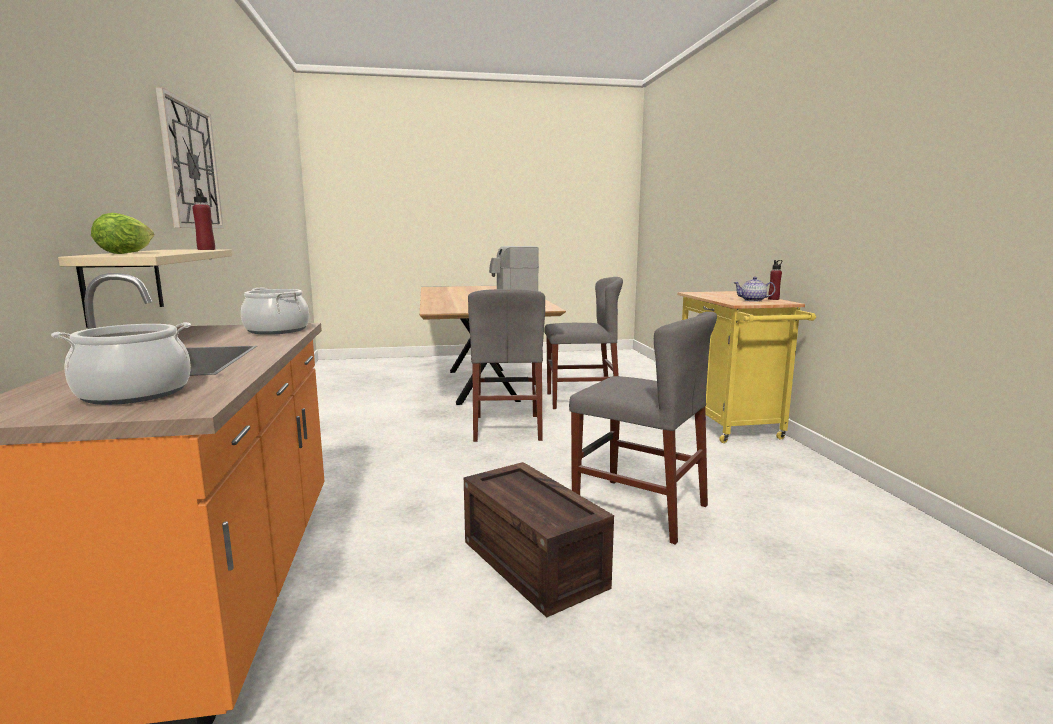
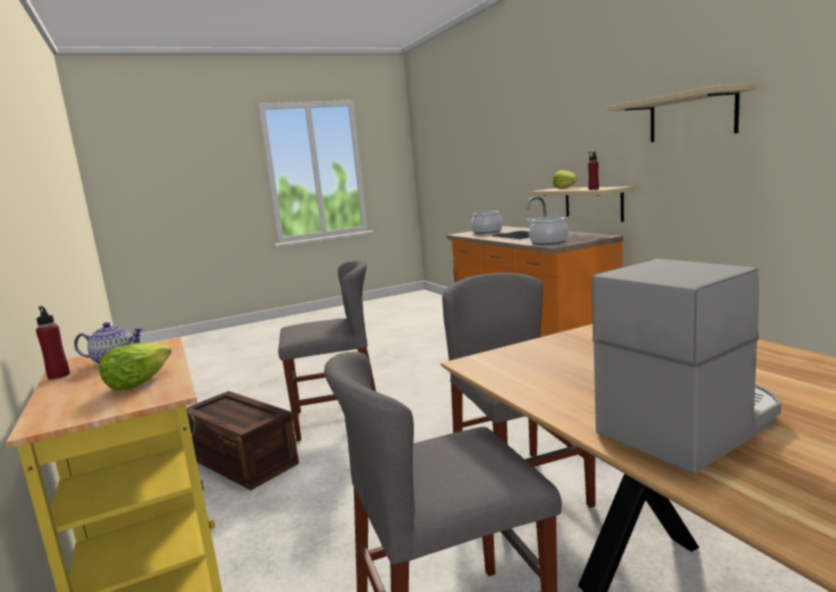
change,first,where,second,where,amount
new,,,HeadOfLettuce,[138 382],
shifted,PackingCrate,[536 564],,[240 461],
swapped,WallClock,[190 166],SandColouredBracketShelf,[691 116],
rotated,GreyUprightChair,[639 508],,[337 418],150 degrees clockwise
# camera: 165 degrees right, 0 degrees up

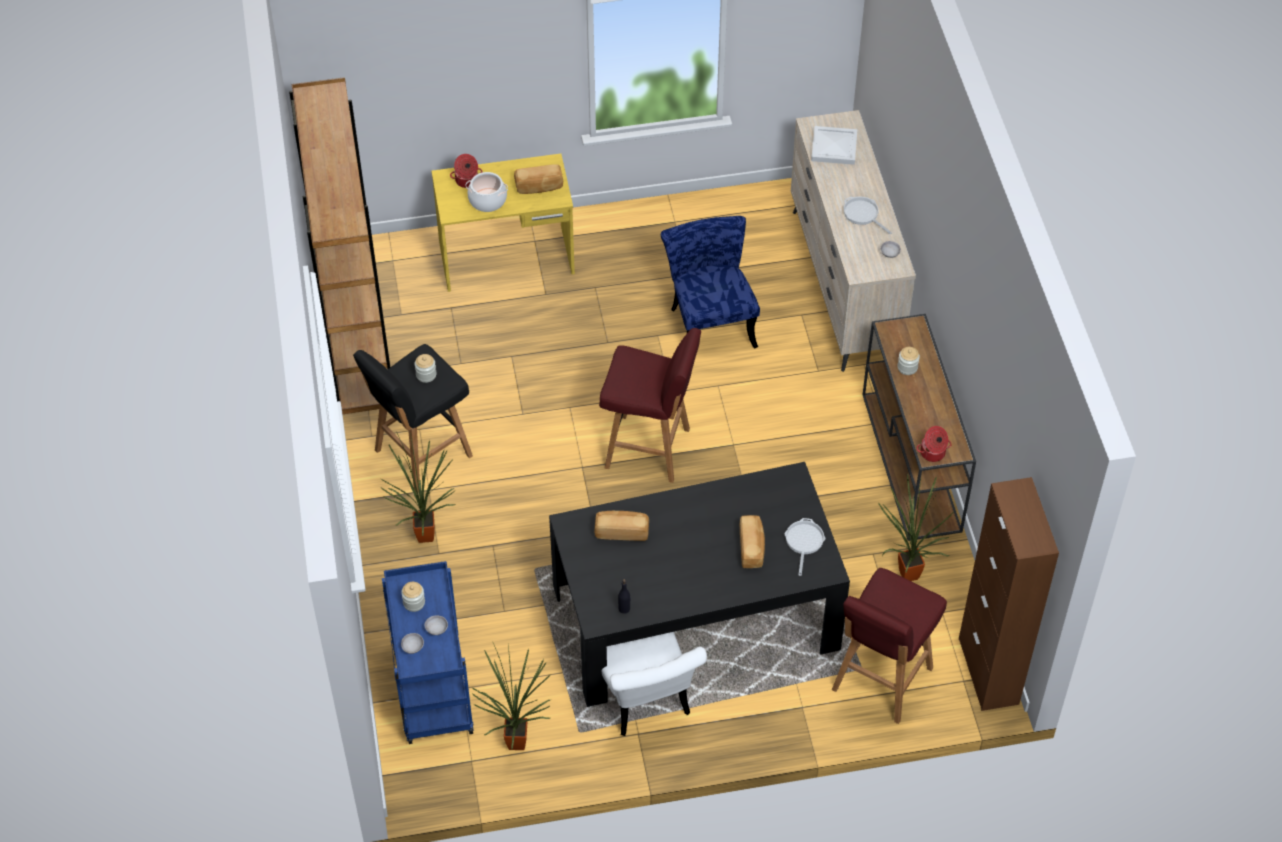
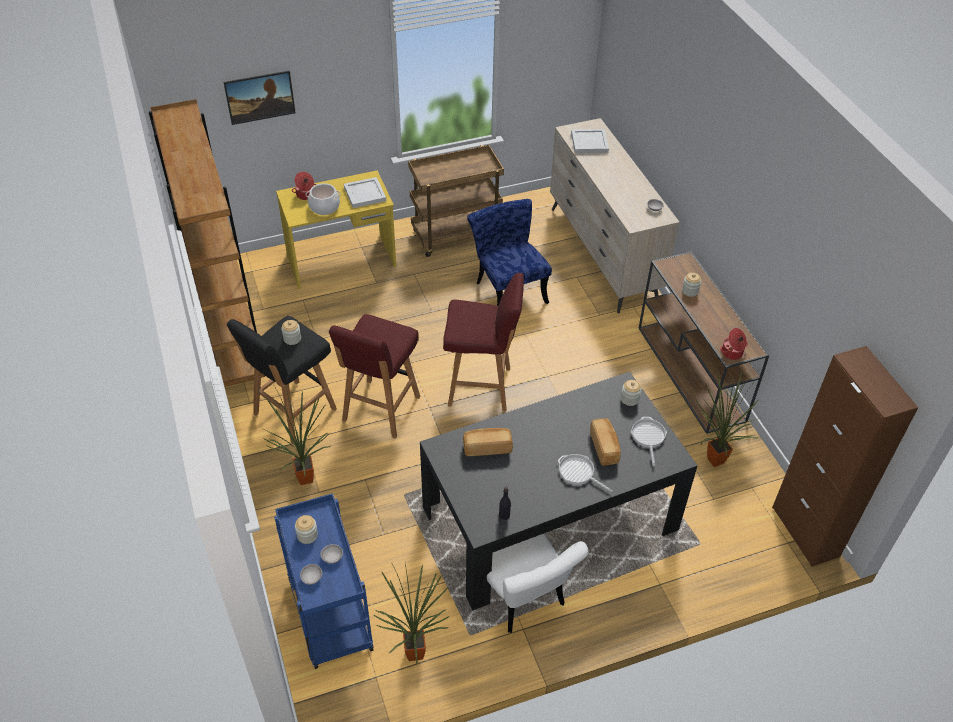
change,first,where,second,where,amount
new,,,Picture,[261 107],
new,,,BrownishTrolley,[456 234],
new,,,PreserveJar,[629 399],
shifted,ReddishStool,[880 680],,[380 410],
shifted,Skillet,[862 214],,[578 473],
swapped,BakeryBread,[539 187],WhitishCarryingTray,[364 194],
# camera: 10 degrees left, 5 degrees down

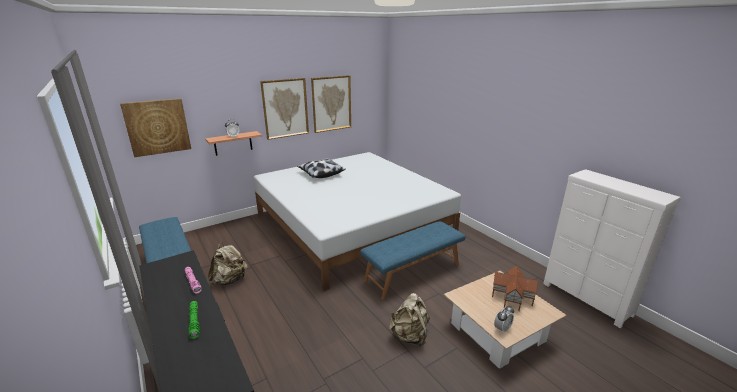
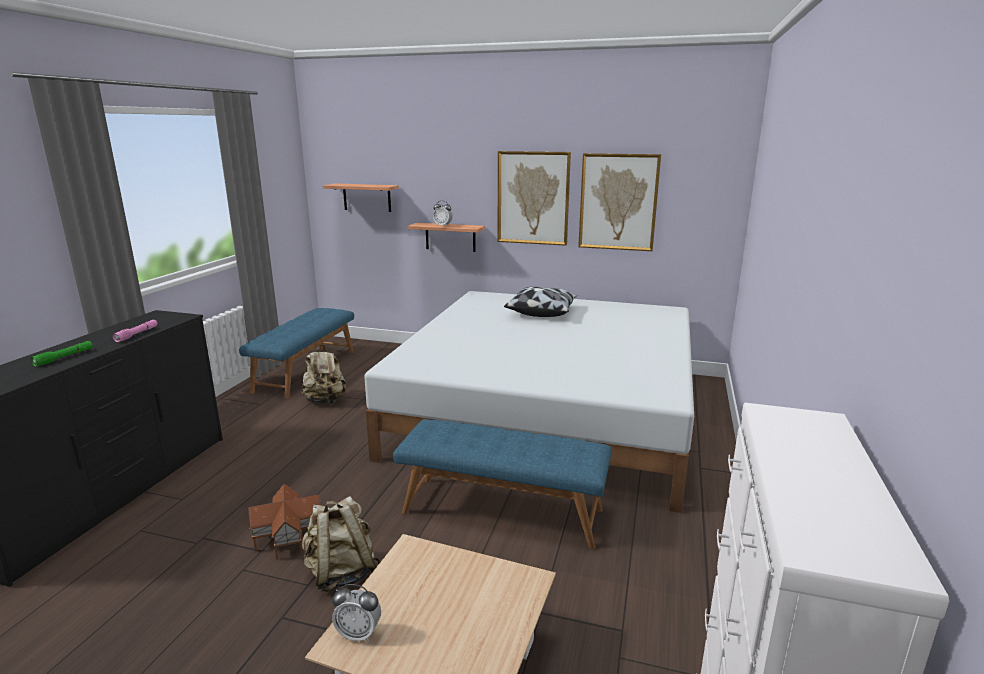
change,first,where,second,where,amount
shifted,MiniatureHouse,[512 297],,[290 537],
swapped,Picture,[157 127],BracketShelf,[367 197],
# camera: 50 degrees right, 5 degrees down

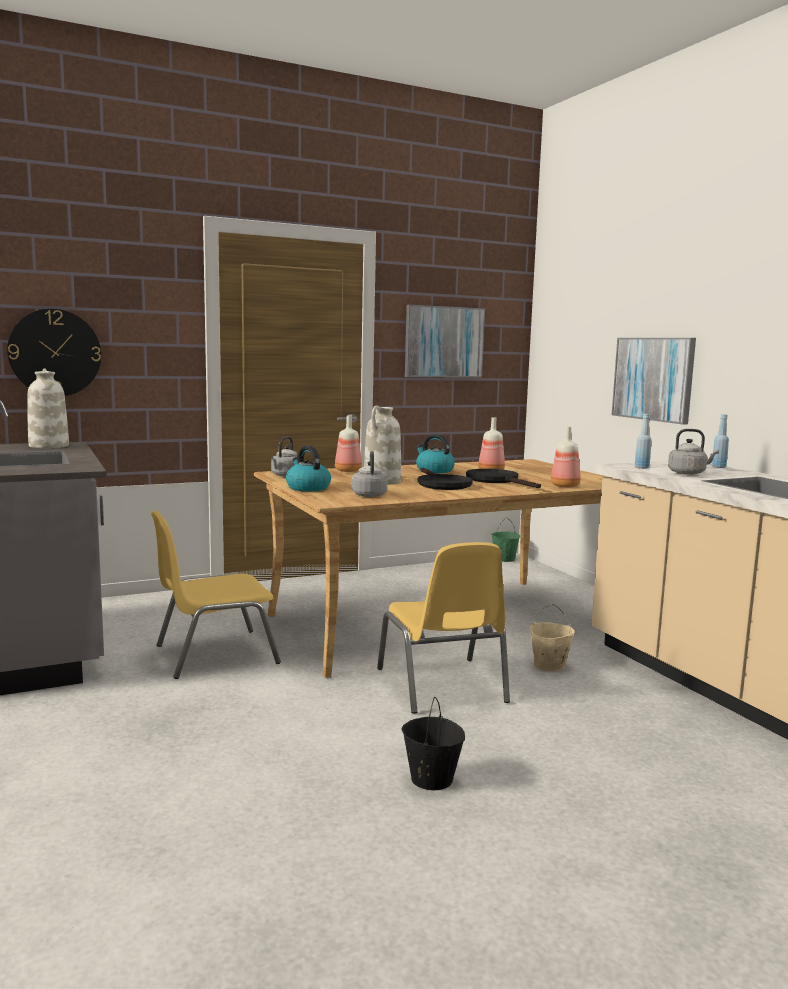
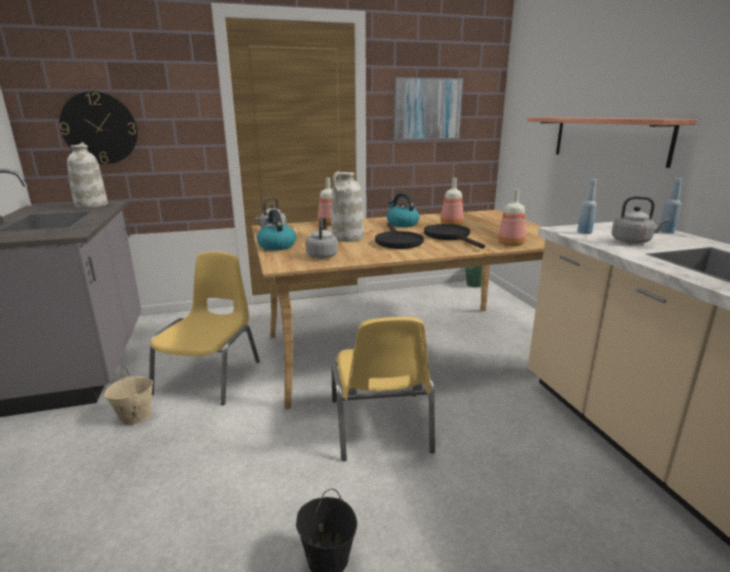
change,first,where,second,where,amount
shifted,SandColouredWaterBucket,[549 666],,[135 416],
swapped,Picture,[653 379],BracketShelf,[608 139],
rotated,YellowUprightChair,[214 654],,[210 376],120 degrees clockwise
# camera: 10 degrees right, 10 degrees up

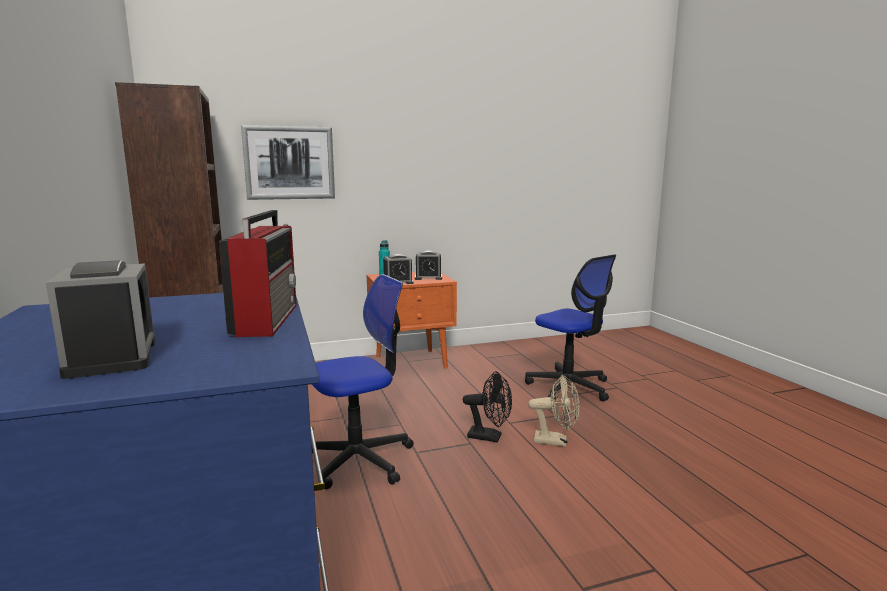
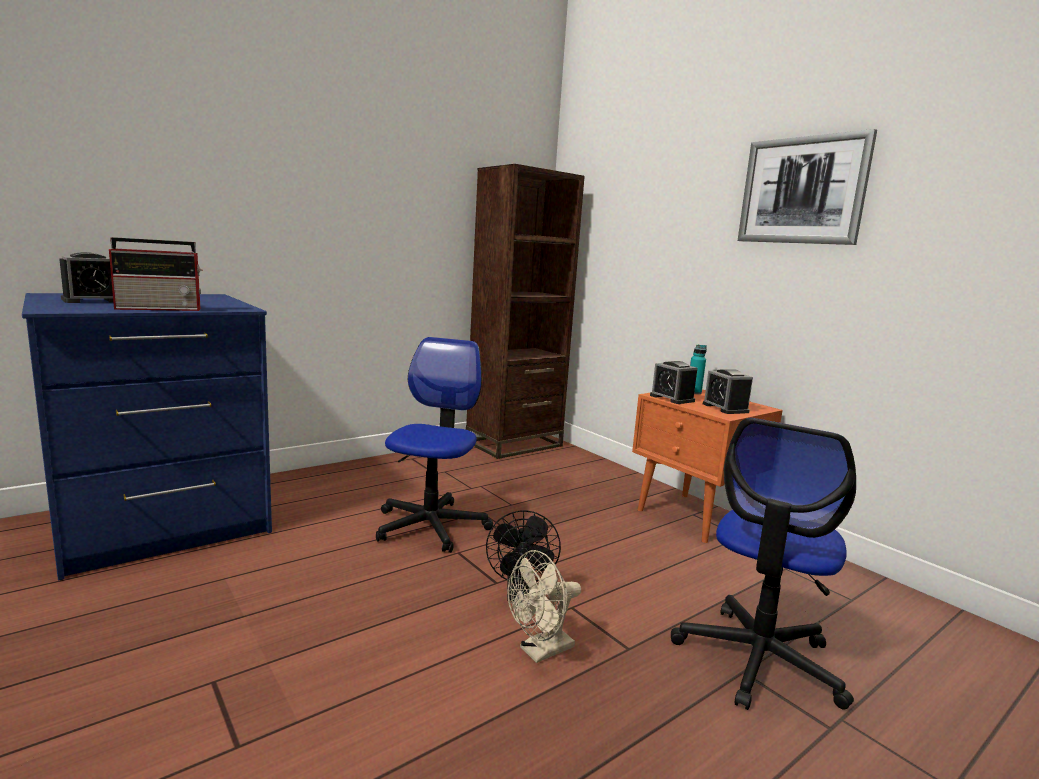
change,first,where,second,where,amount
shifted,Picture,[289 163],,[802 191],
rotated,ComputerChair,[359 459],,[431 526],120 degrees counterclockwise
rotated,SandColouredCoolingFan,[556 441],,[540 651],60 degrees clockwise
# camera: 70 degrees right, 0 degrees up

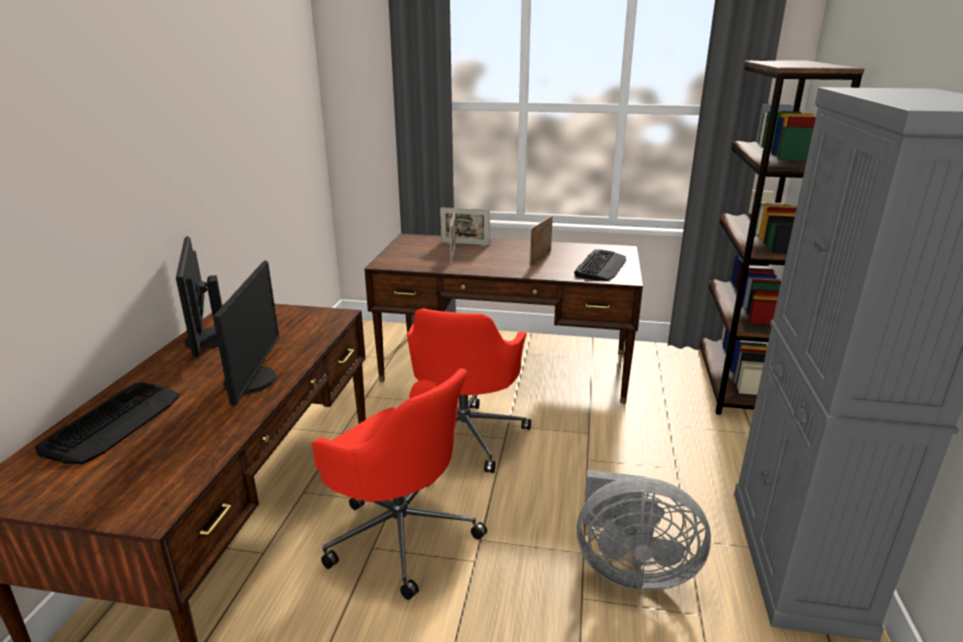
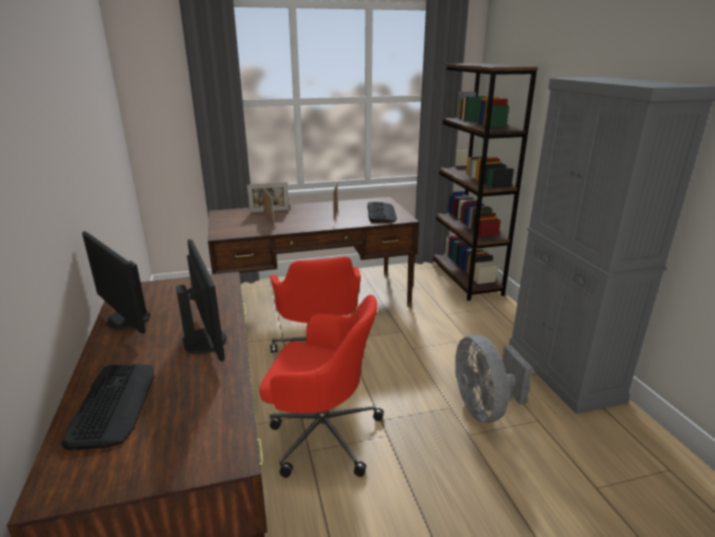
change,first,where,second,where,amount
rotated,GreyCoolingFan,[630 569],,[484 408],90 degrees clockwise
# camera: 25 degrees left, 0 degrees up

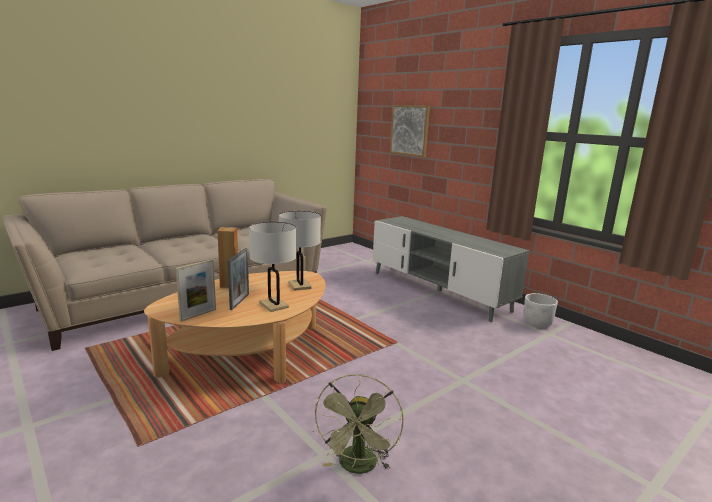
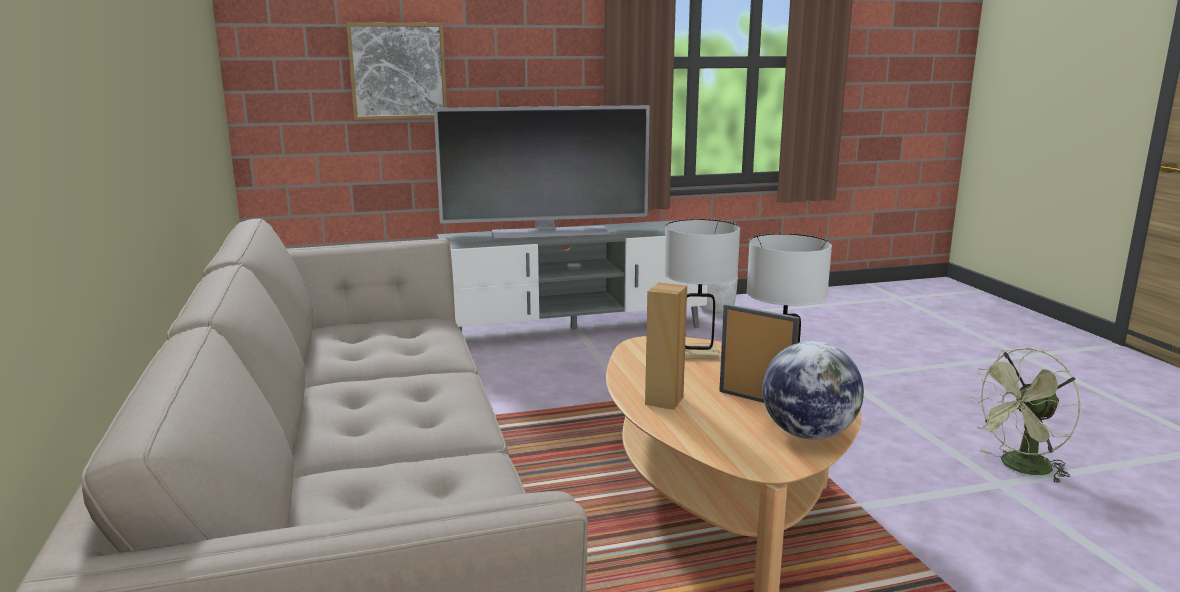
change,first,where,second,where,amount
new,,,Tv,[549 232],
swapped,PictureFrame,[198 315],DeskGlobe,[808 434],
rotated,GreenishCoolingFan,[358 467],,[1020 468],120 degrees clockwise
# camera: 65 degrees left, 0 degrees up

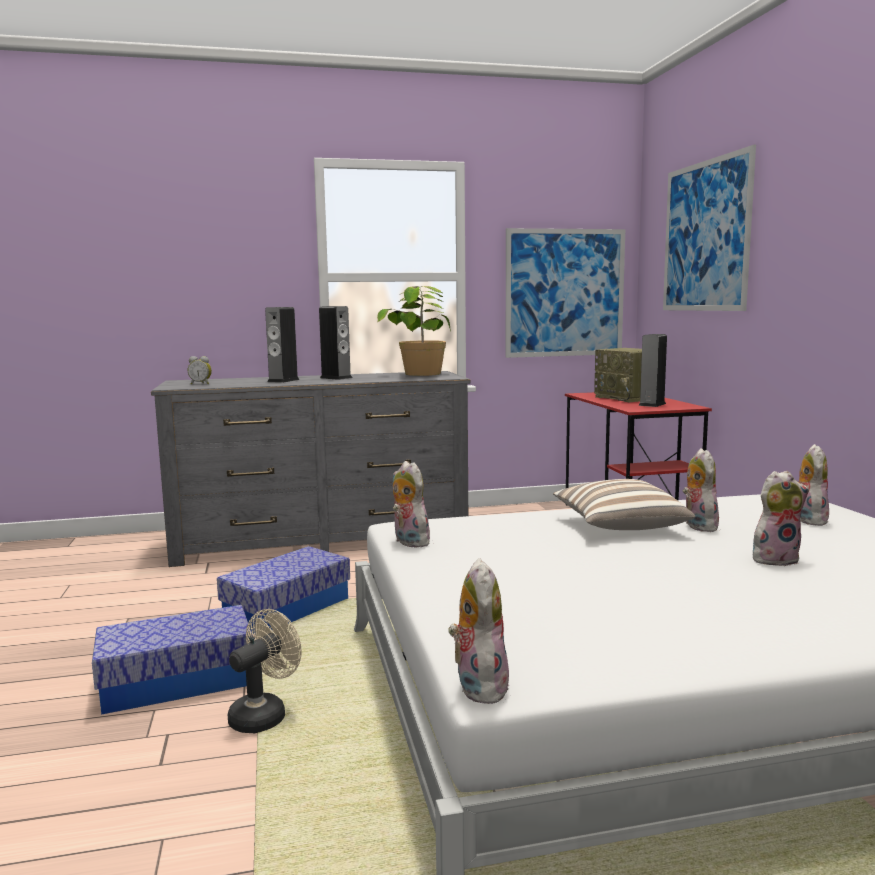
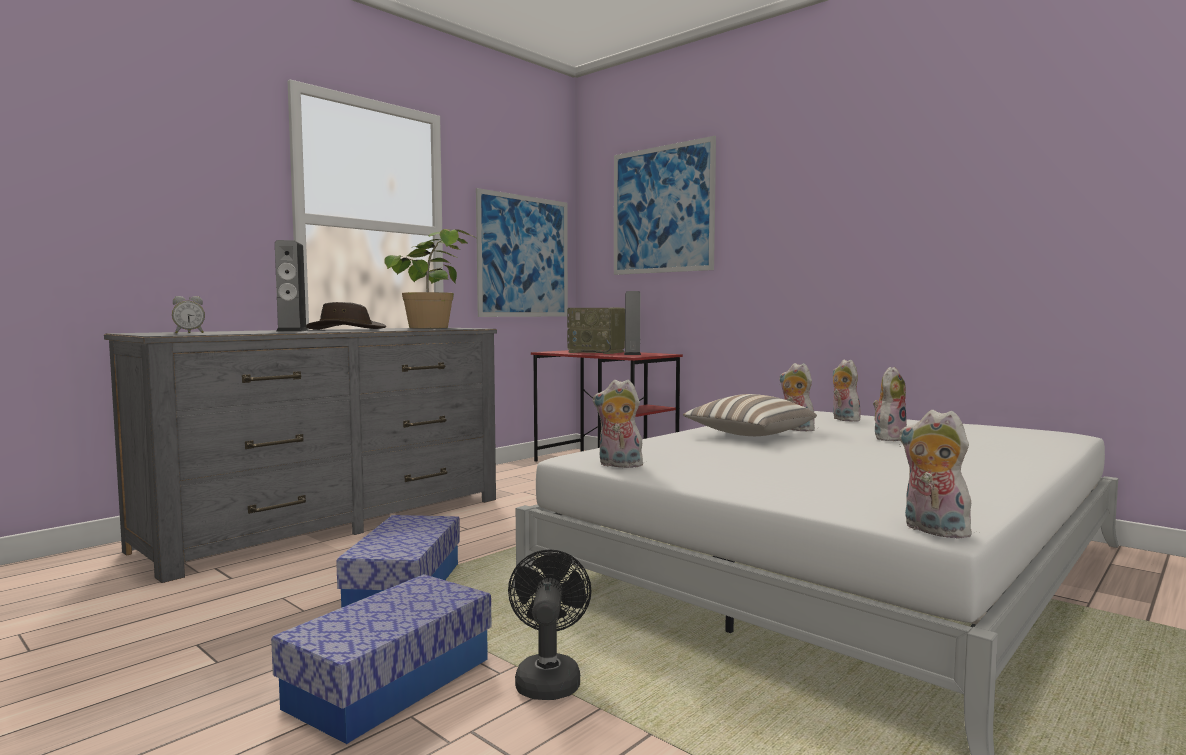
change,first,where,second,where,amount
swapped,Loudspeaker,[336 378],BrownishHat,[346 329],
repainted,SandColouredCoolingFan,[264 714],BlackCoolingFan,[548 678],
# camera: 35 degrees left, 5 degrees down

